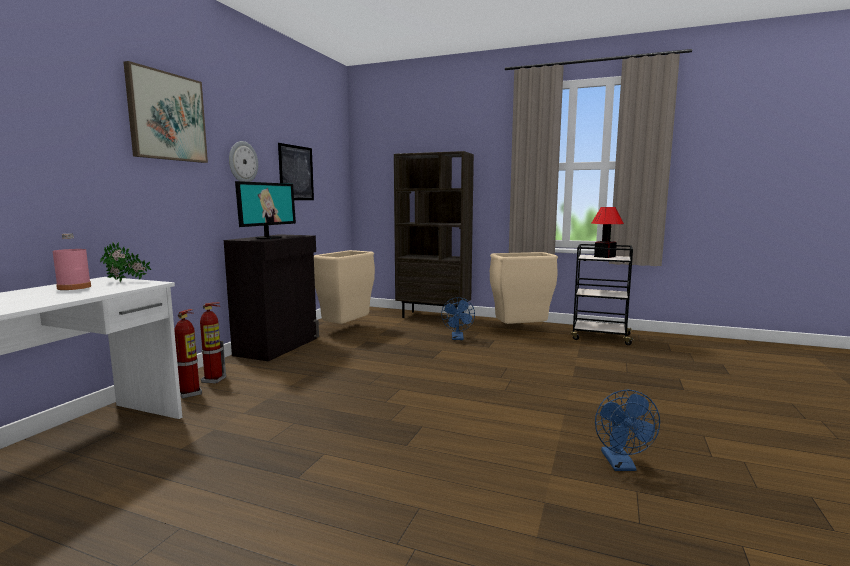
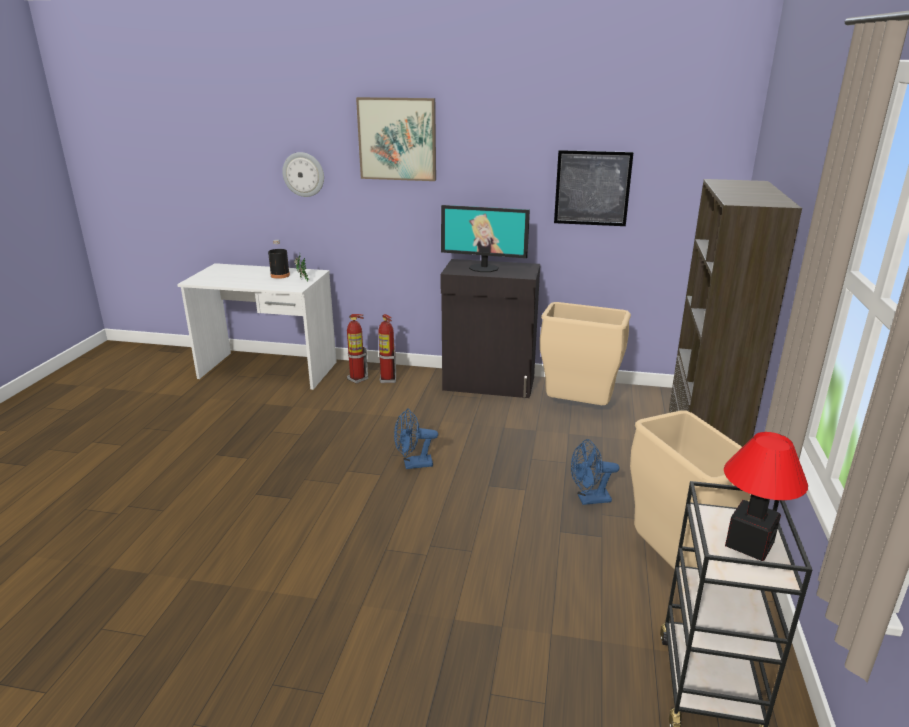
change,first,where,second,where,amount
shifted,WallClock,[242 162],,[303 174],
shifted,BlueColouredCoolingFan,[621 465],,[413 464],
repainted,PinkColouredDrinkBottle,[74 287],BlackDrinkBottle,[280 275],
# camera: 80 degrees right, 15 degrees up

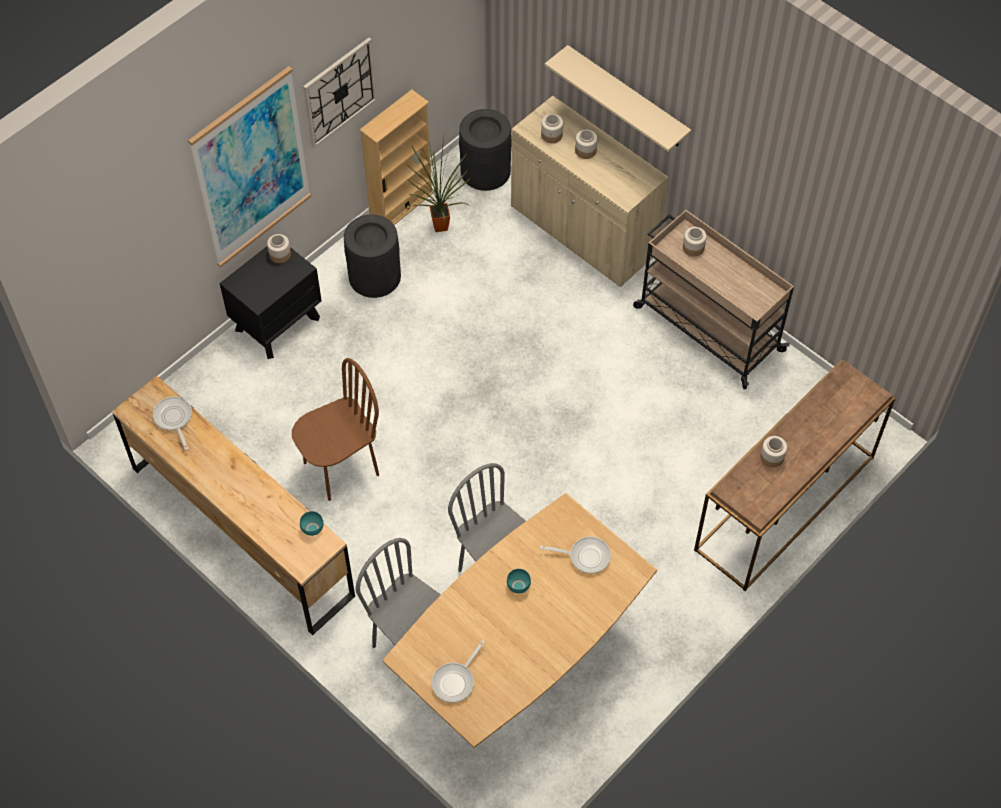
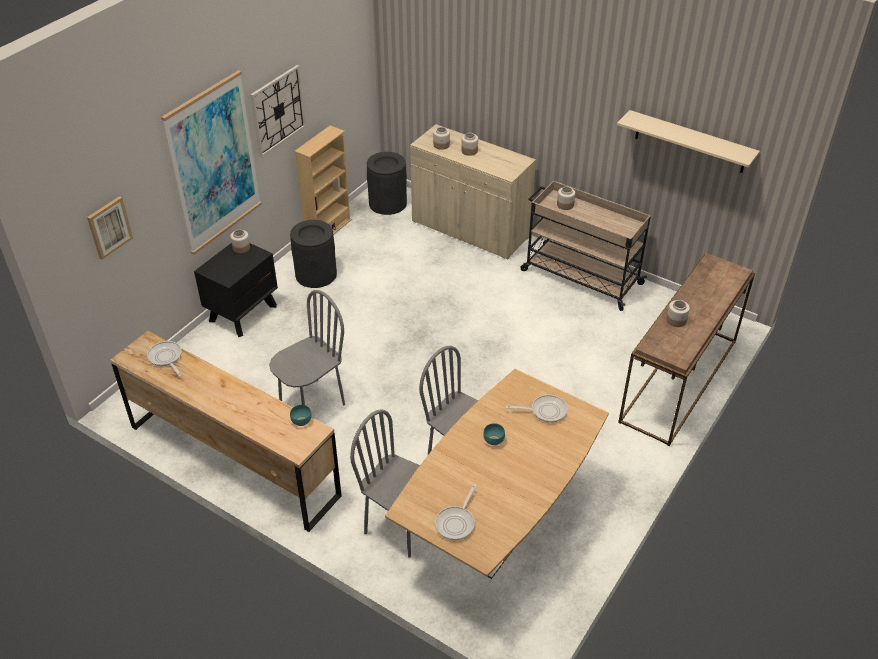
change,first,where,second,where,amount
gone,PottedPlant,[440 229],,,
new,,,Picture,[109 227],
shifted,SandColouredBracketShelf,[627 98],,[690 142],
repainted,BrownishUprightChair,[341 468],GreyUprightChair,[312 403],
# camera: 10 degrees left, 15 degrees down

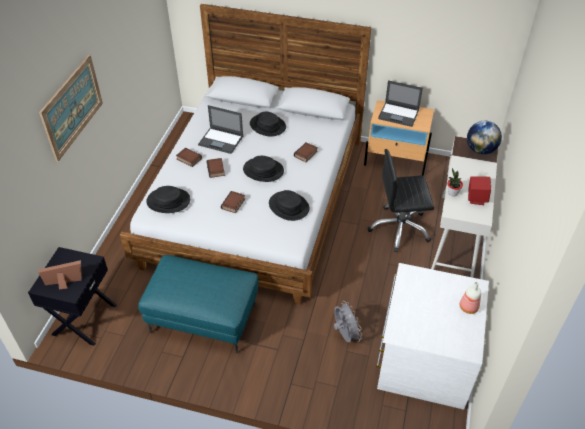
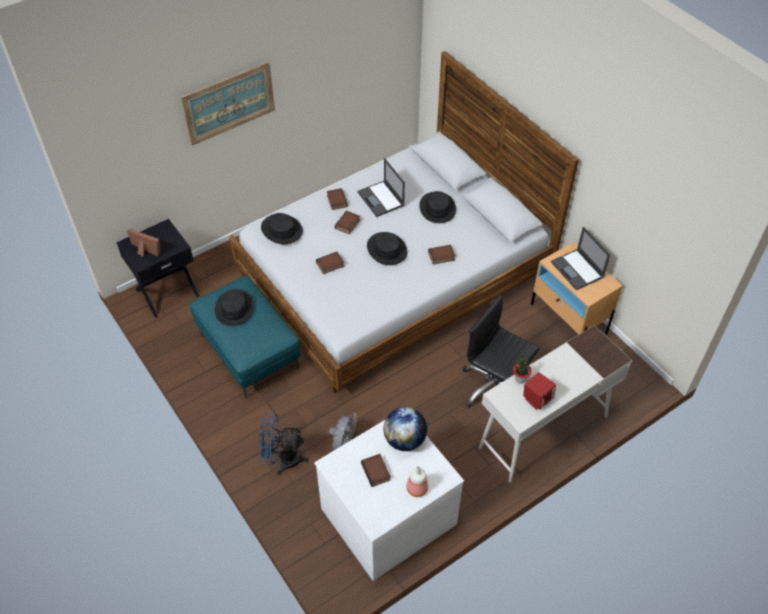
change,first,where,second,where,amount
new,,,BlueColouredCoolingFan,[282 459],
new,,,Volume,[376 472],
shifted,BlackHat,[289 206],,[235 308],
shifted,DeskGlobe,[480 150],,[405 440],
# camera: 40 degrees right, 5 degrees up

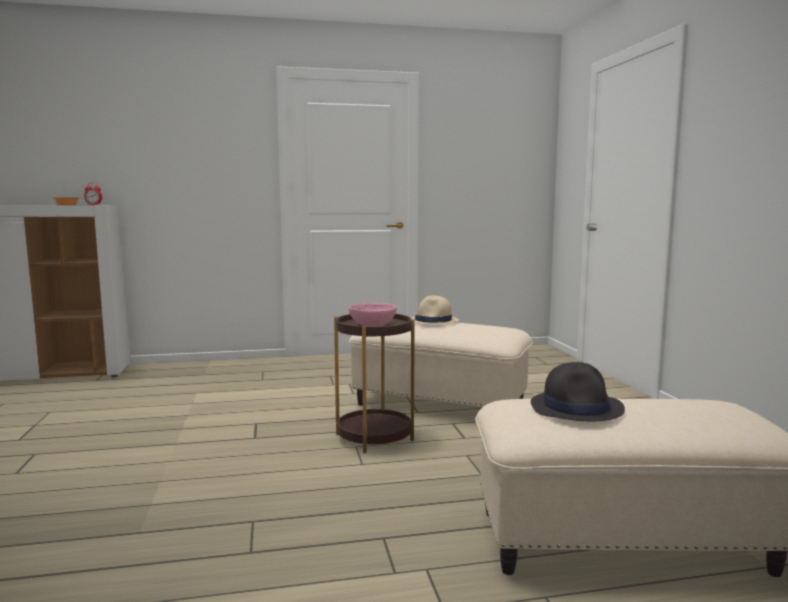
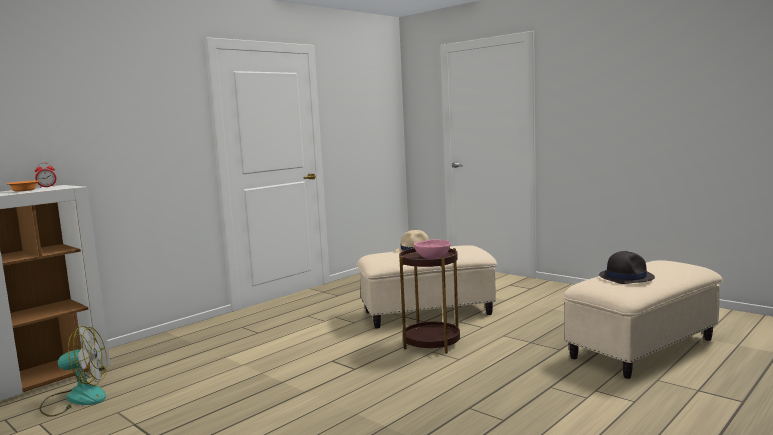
change,first,where,second,where,amount
new,,,CoolingFan,[76 398],
# camera: 35 degrees left, 0 degrees up

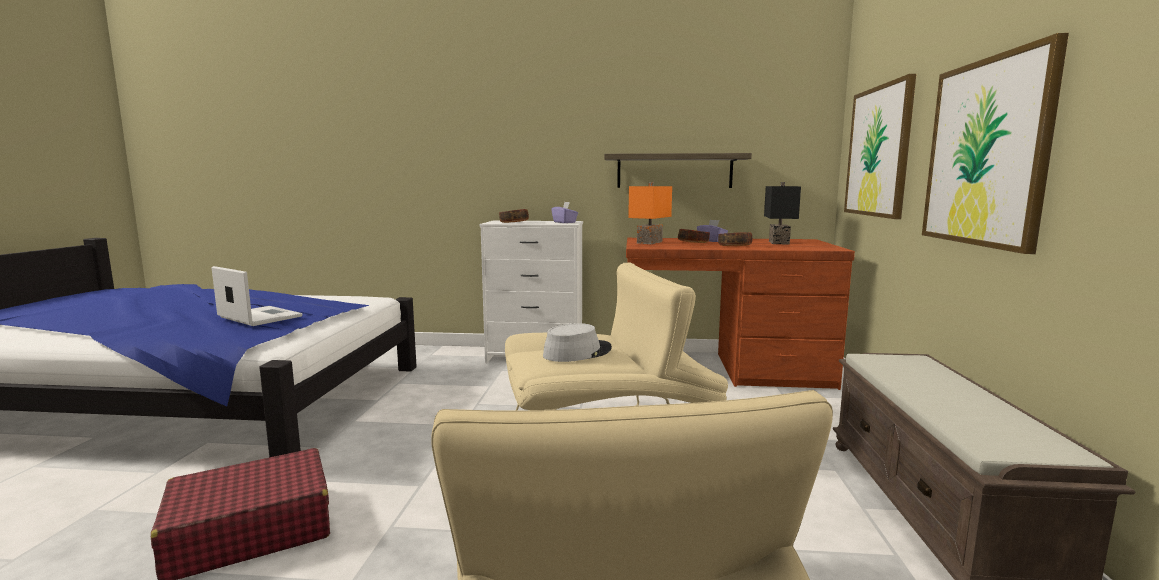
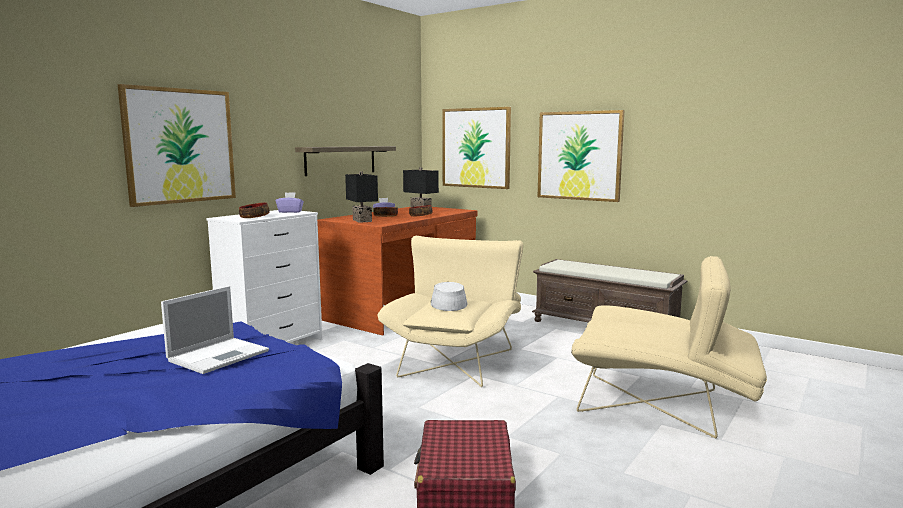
change,first,where,second,where,amount
new,,,Picture,[180 146],
repainted,OrangeTabletopLamp,[648 242],BlackTabletopLamp,[361 221],
rotated,Laptop,[259 317],,[220 355],150 degrees clockwise
# camera: 60 degrees left, 0 degrees up

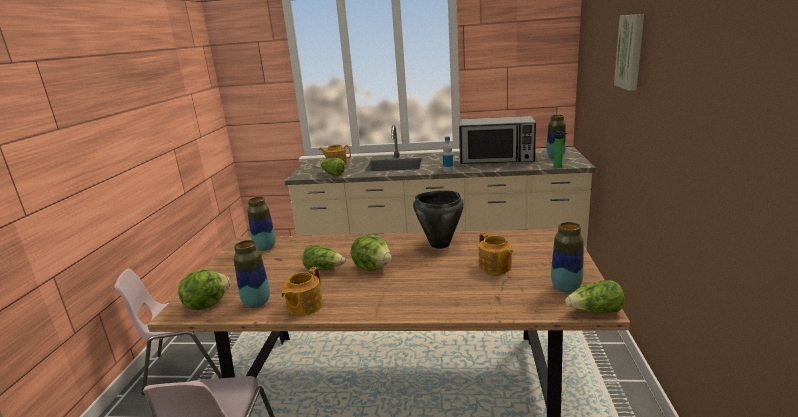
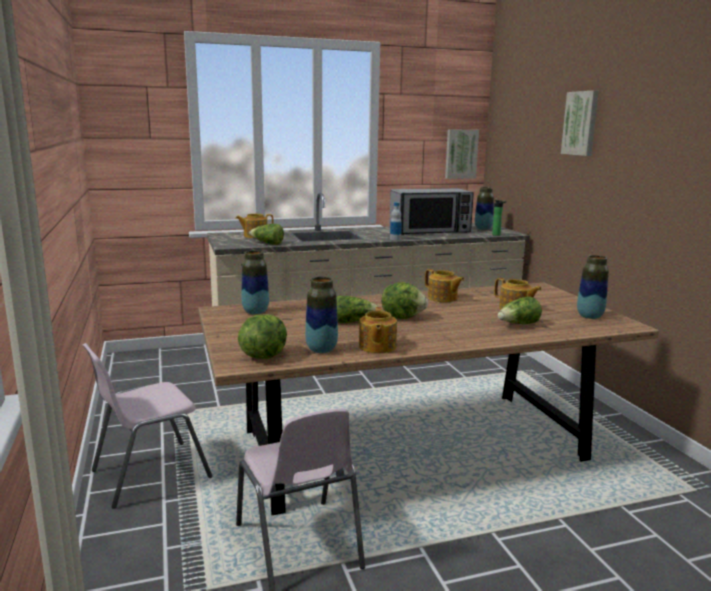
change,first,where,second,where,amount
new,,,Picture,[460 154],
shifted,HeadOfLettuce,[595 311],,[518 324],
swapped,BlackSaucepot,[439 244],TeaPot,[442 298],
# camera: 25 degrees left, 5 degrees down

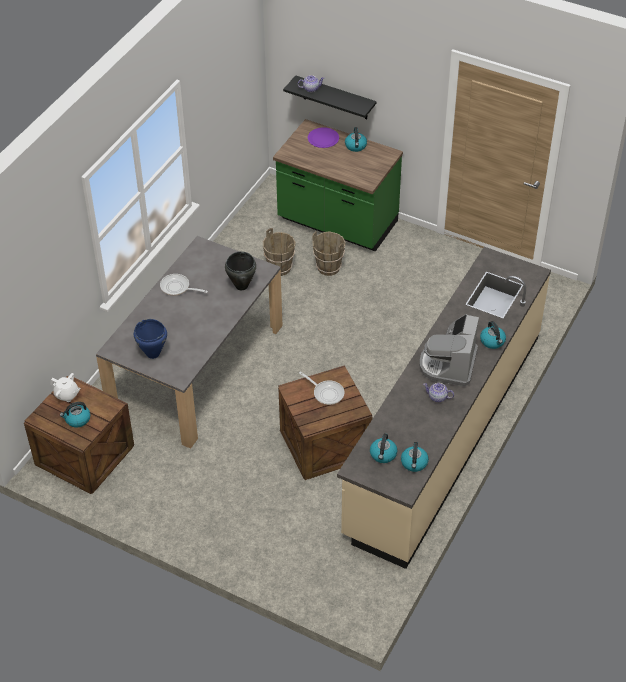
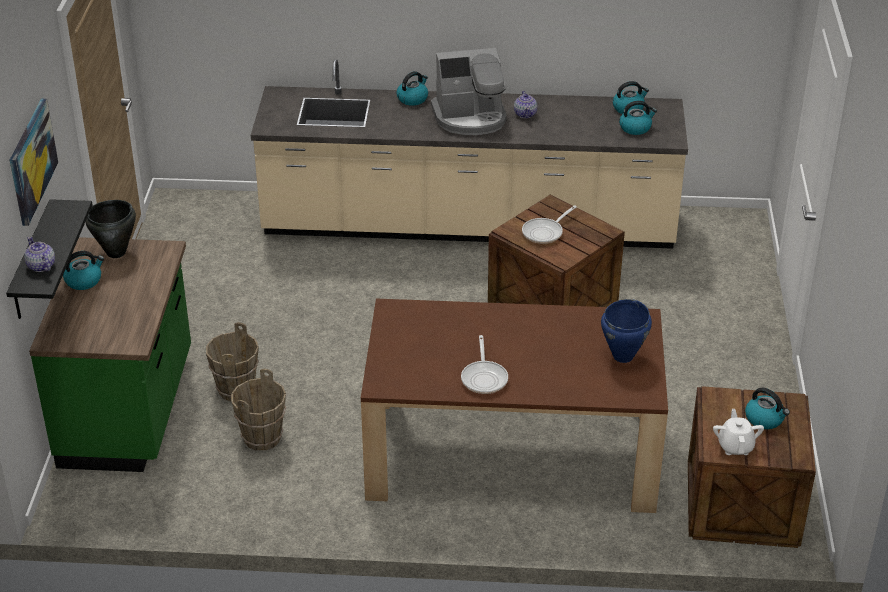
change,first,where,second,where,amount
gone,PurpleColouredFlatDish,[323 138],,,
new,,,Picture,[31 161],
shifted,BlackSaucepot,[241 286],,[116 253],
repainted,GreyDinnerTable,[197 368],BrownishDinnerTable,[512 453],
rotated,Skillet,[326 393],,[545 232],150 degrees counterclockwise
# camera: 115 degrees left, 10 degrees down

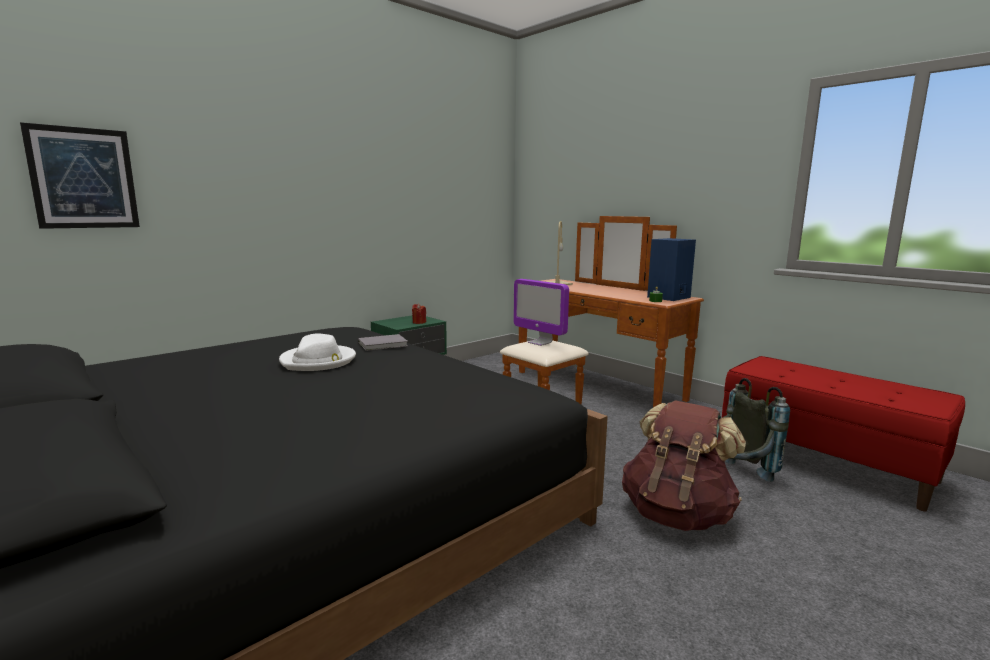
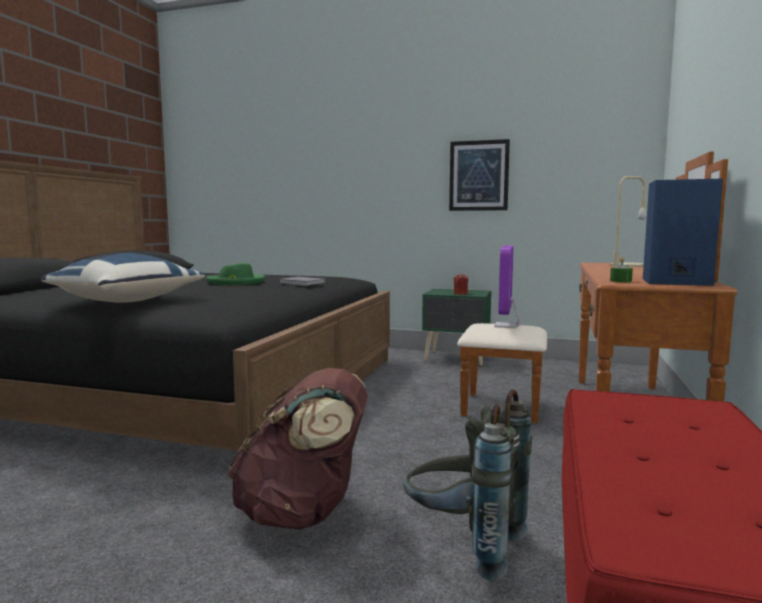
change,first,where,second,where,amount
new,,,BlueColouredCushion,[125 301],
shifted,Picture,[83 178],,[479 176],
repainted,WhitishHat,[318 361],GreenishHat,[236 282],
# camera: 60 degrees right, 5 degrees down

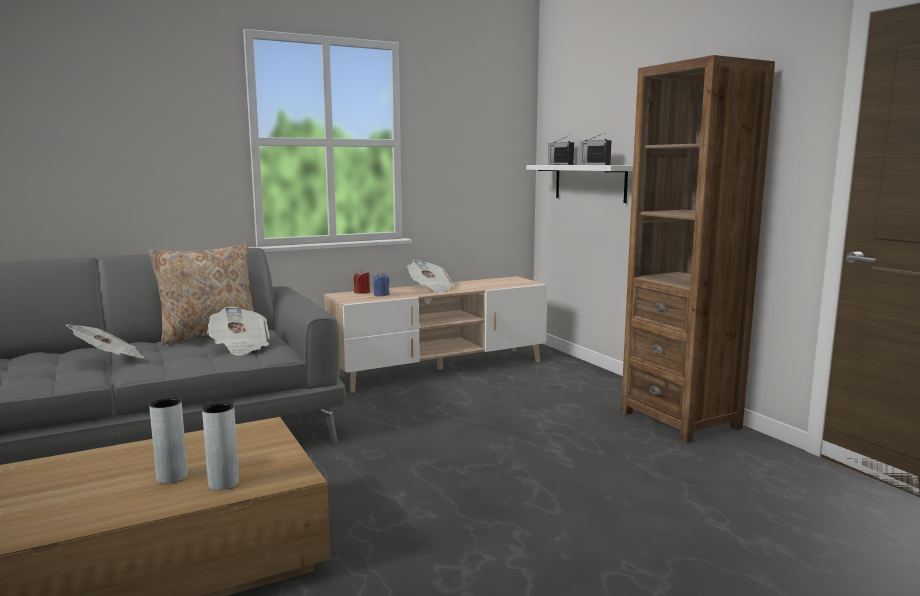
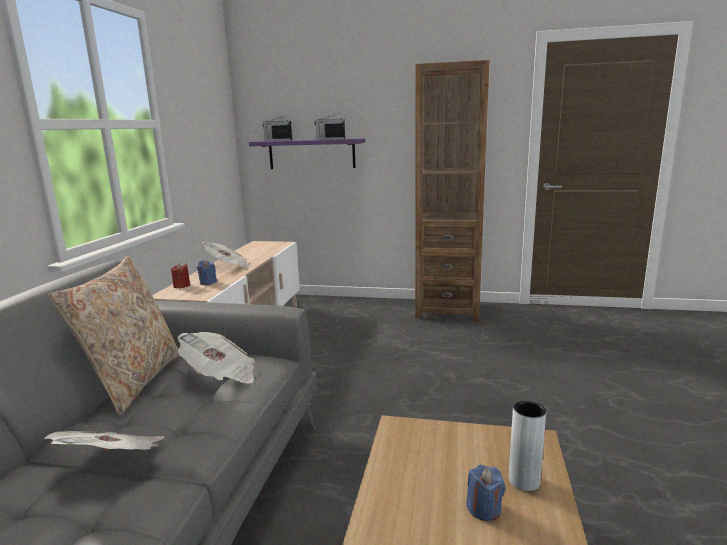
change,first,where,second,where,amount
swapped,GreyVase,[172 477],BlueColouredWaxCandle,[484 509],
repainted,WhitishBracketShelf,[589 182],PurpleColouredBracketShelf,[311 154],
# camera: 50 degrees left, 5 degrees up

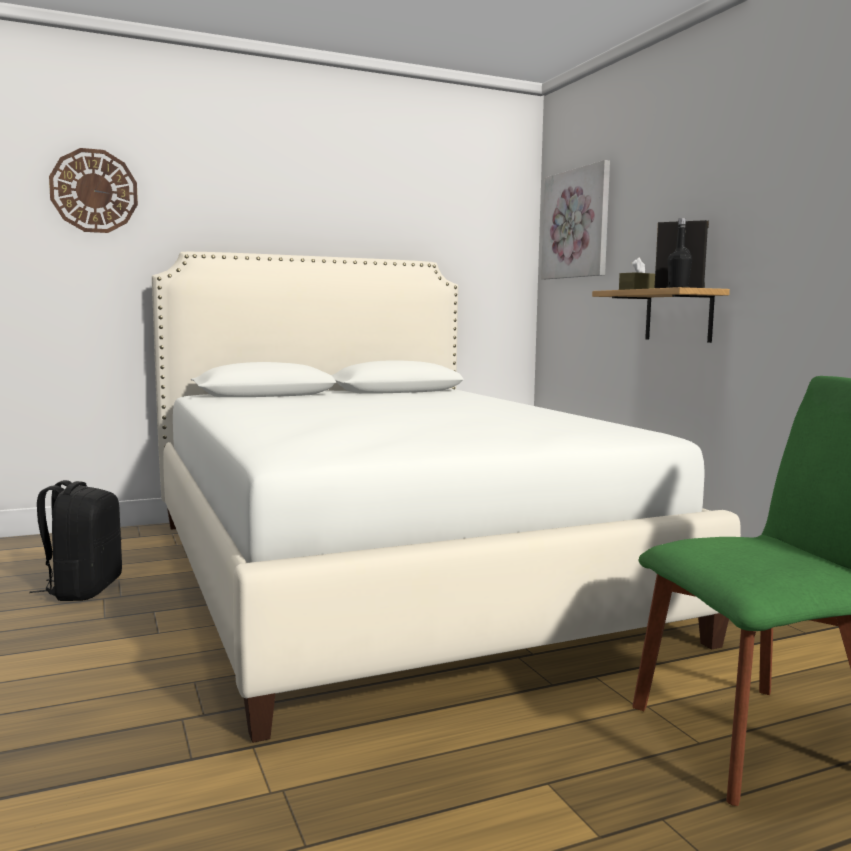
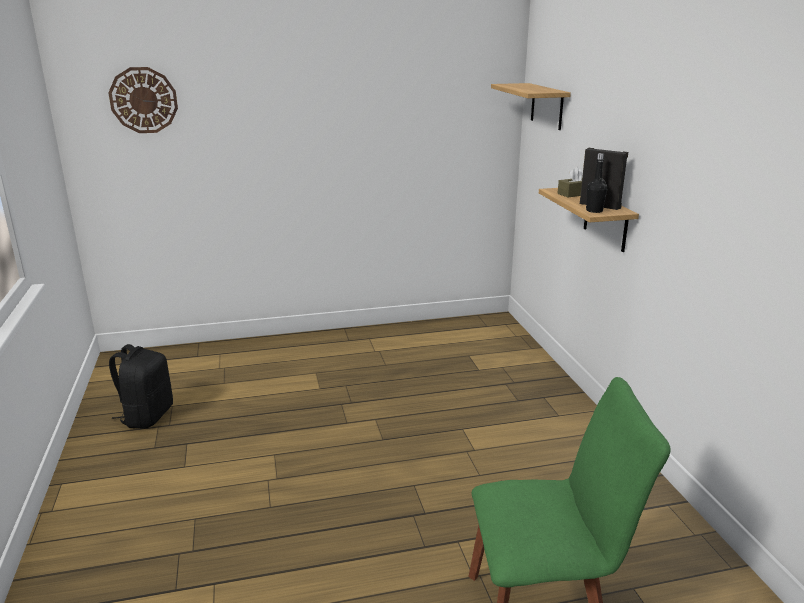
change,first,where,second,where,amount
gone,WhitishSleepingBed,[387 573],,,
swapped,Picture,[576 224],BracketShelf,[547 106],
# camera: 10 degrees right, 15 degrees up

